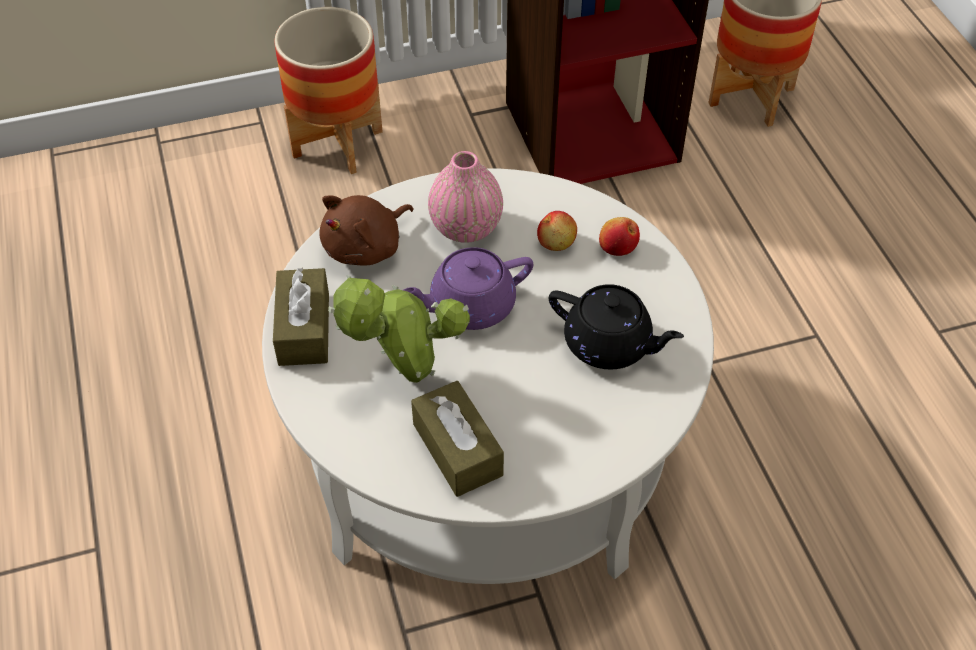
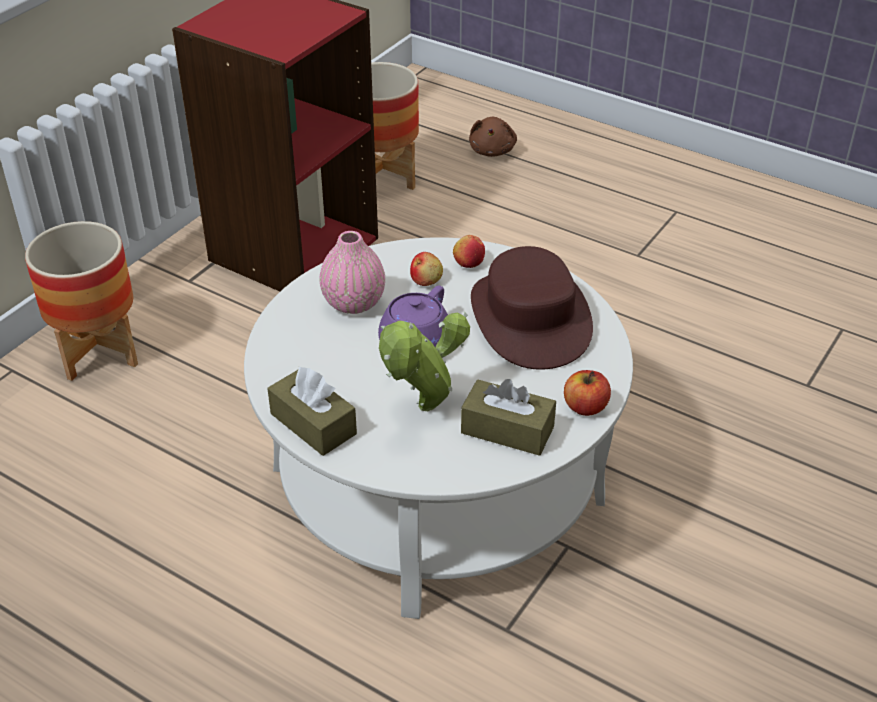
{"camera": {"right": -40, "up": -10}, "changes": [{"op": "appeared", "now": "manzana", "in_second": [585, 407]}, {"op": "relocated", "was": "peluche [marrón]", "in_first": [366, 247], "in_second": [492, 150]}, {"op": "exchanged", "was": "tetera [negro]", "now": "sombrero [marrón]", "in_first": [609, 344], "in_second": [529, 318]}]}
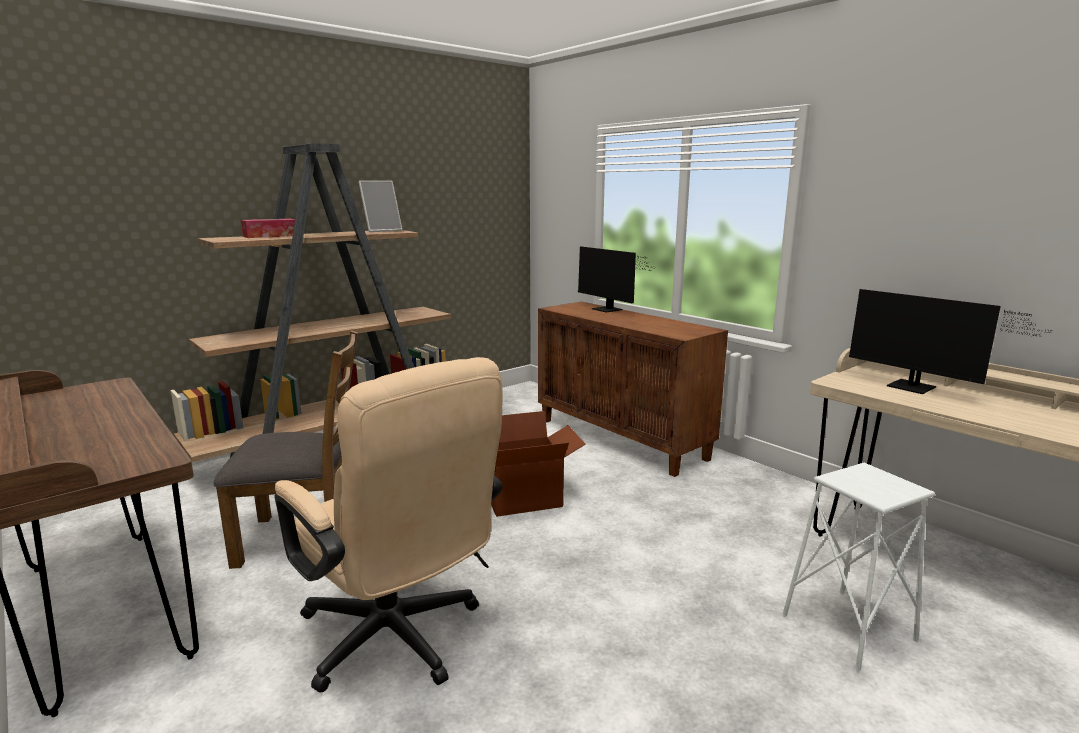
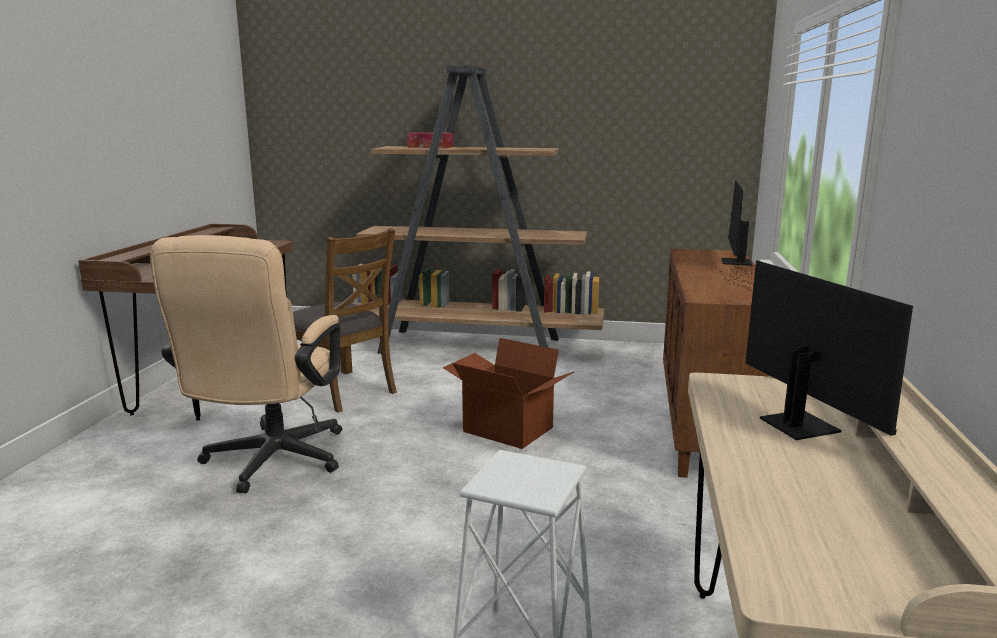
{"camera": {"right": 50, "up": 0}, "changes": [{"op": "missing", "was": "portarretratos", "in_first": [381, 231]}, {"op": "spun", "was": "monitor", "in_first": [917, 388], "in_second": [794, 420], "clockwise": 150}]}
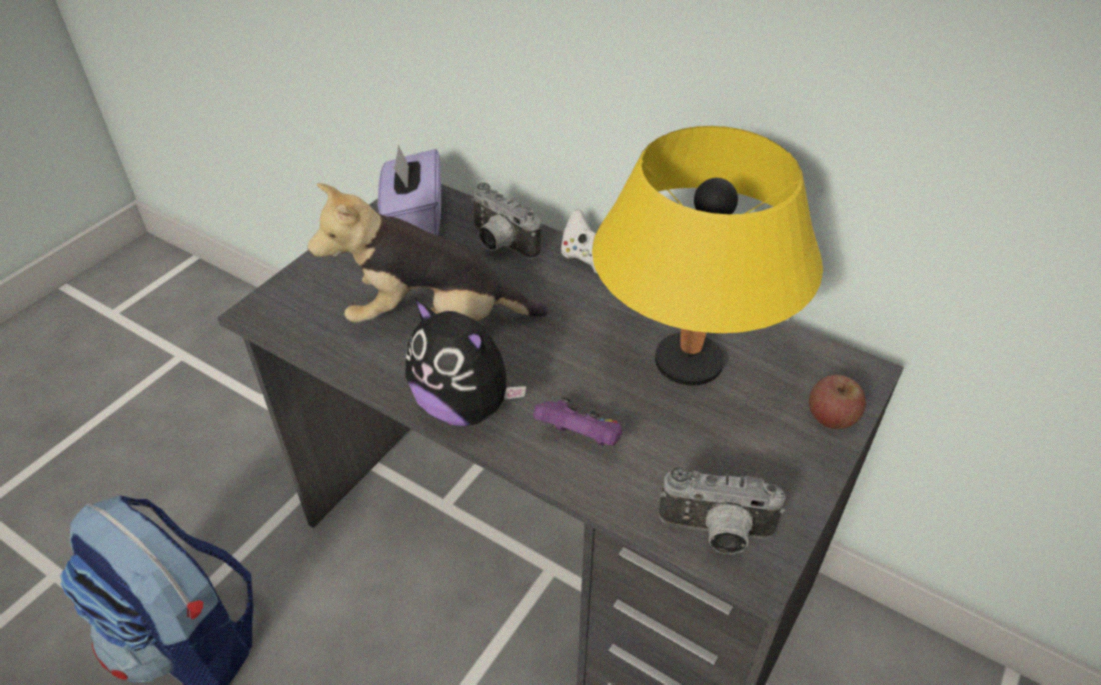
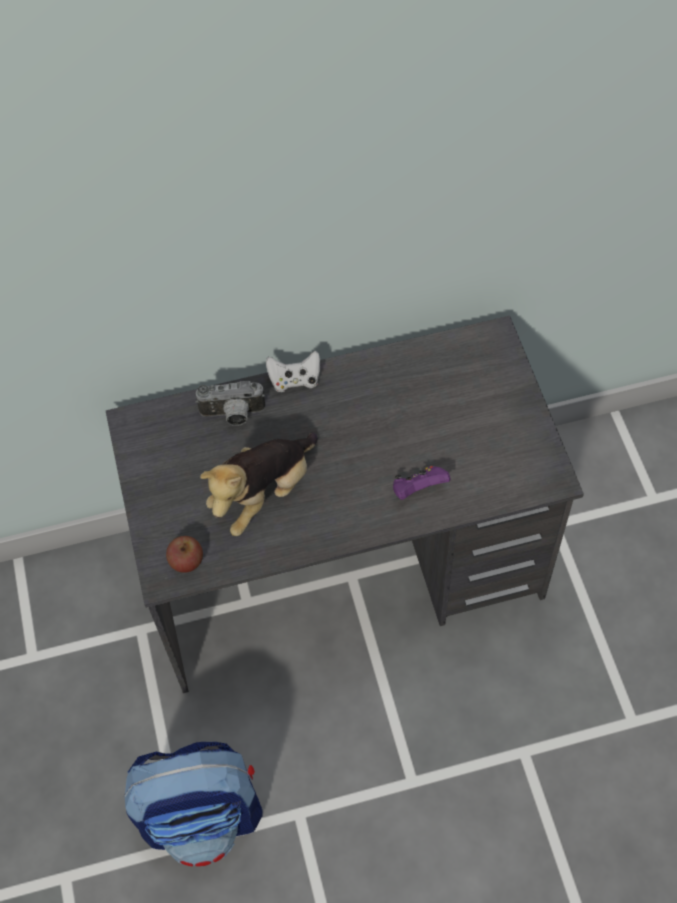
{"camera": {"right": -45, "up": 15}, "changes": [{"op": "missing", "was": "caja de pañuelos [morado]", "in_first": [414, 217]}, {"op": "missing", "was": "peluche", "in_first": [465, 406]}, {"op": "missing", "was": "lámpara de mesa [amarillo]", "in_first": [689, 363]}, {"op": "missing", "was": "cámara", "in_first": [715, 534]}, {"op": "relocated", "was": "manzana", "in_first": [831, 417], "in_second": [186, 561]}]}
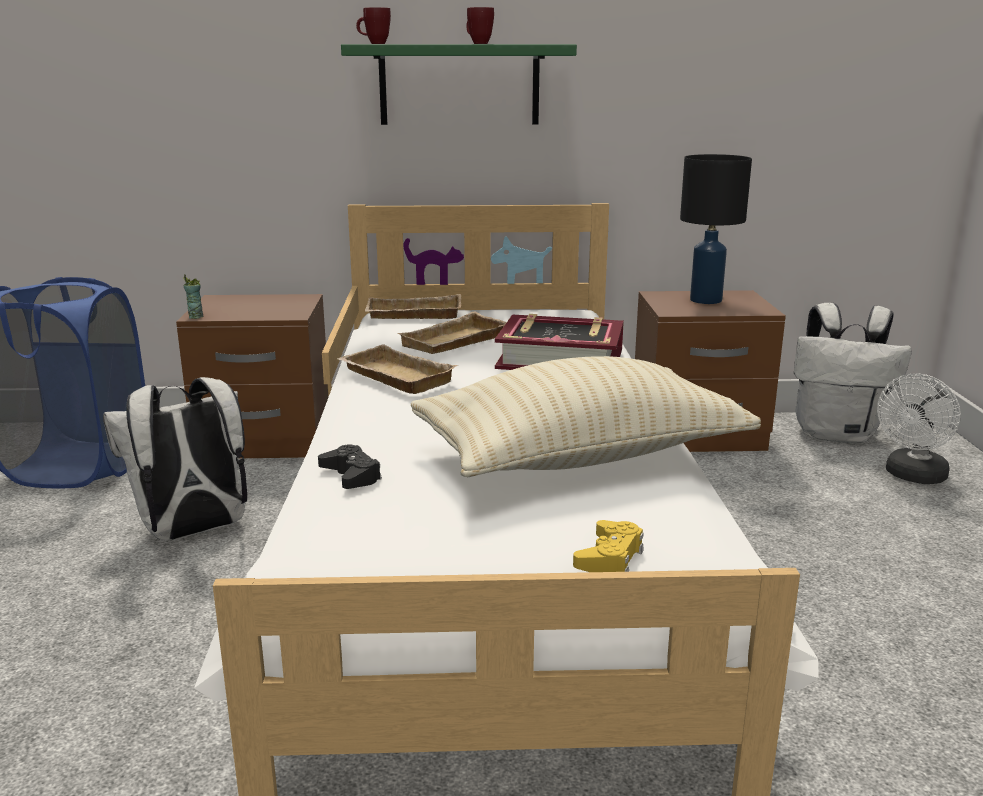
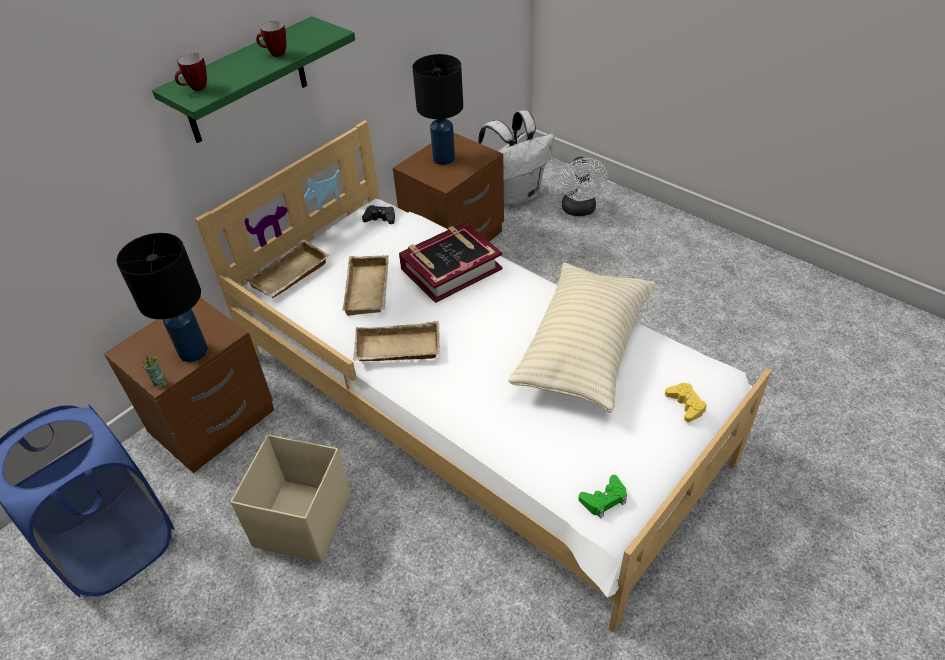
{"camera": {"right": -45, "up": 25}, "changes": [{"op": "appeared", "now": "lámpara de mesa [negro]", "in_second": [194, 351]}, {"op": "appeared", "now": "mando de consola [verde]", "in_second": [604, 499]}, {"op": "relocated", "was": "mando de consola [negro]", "in_first": [351, 475], "in_second": [380, 218]}, {"op": "exchanged", "was": "mochila [blanco]", "now": "caja de almacenaje [beis]", "in_first": [193, 532], "in_second": [301, 522]}]}
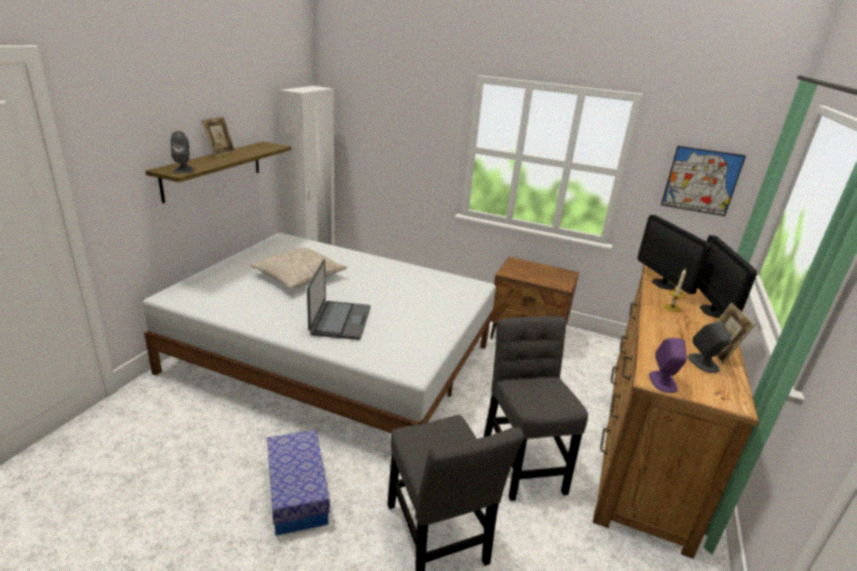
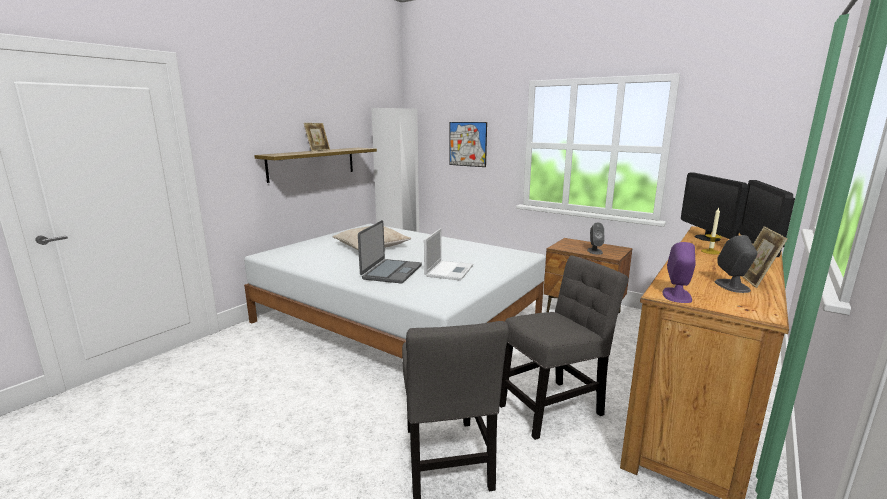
{"camera": {"right": 15, "up": -10}, "changes": [{"op": "missing", "was": "caja de almacenaje", "in_first": [297, 492]}, {"op": "appeared", "now": "portátil", "in_second": [449, 270]}, {"op": "relocated", "was": "altavoz [gris]", "in_first": [183, 170], "in_second": [594, 251]}, {"op": "relocated", "was": "cuadro", "in_first": [701, 181], "in_second": [467, 144]}, {"op": "spun", "was": "silla [gris]", "in_first": [522, 460], "in_second": [554, 407], "clockwise": 60}]}
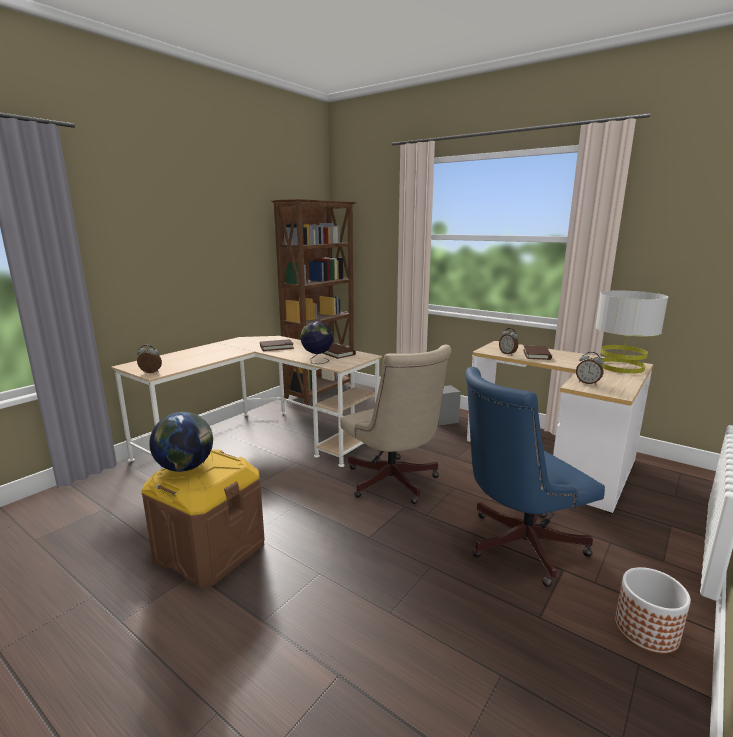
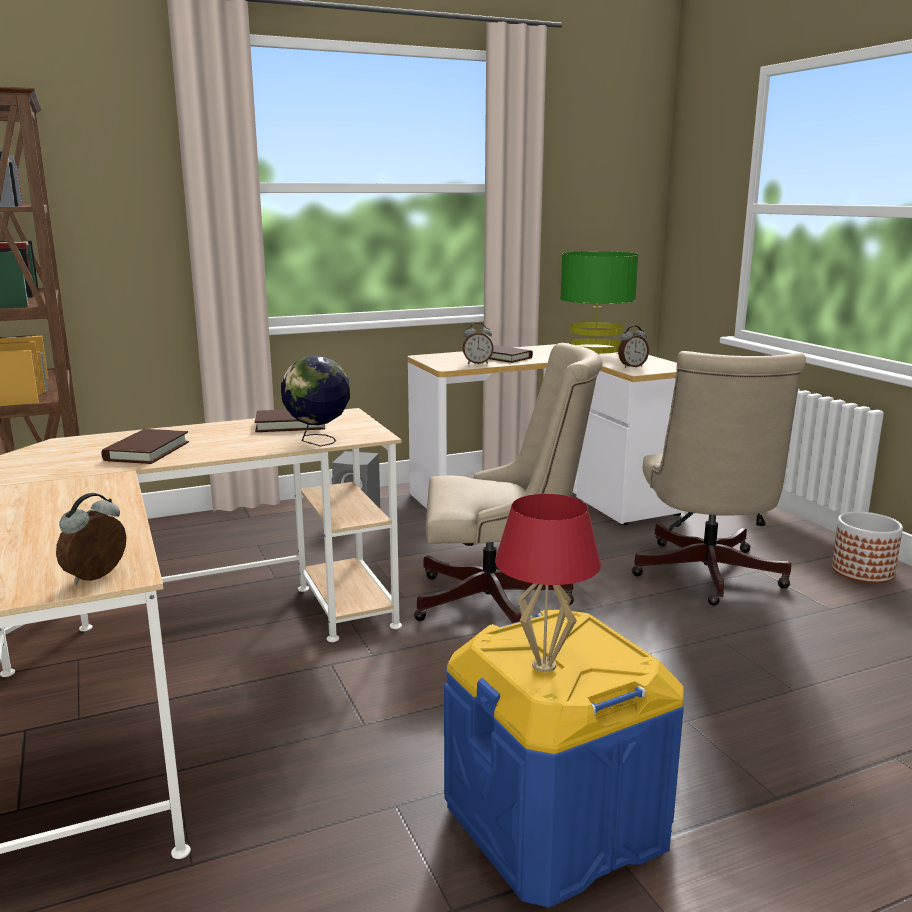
{"camera": {"right": -60, "up": 0}, "changes": [{"op": "exchanged", "was": "globo terráqueo", "now": "lámpara de mesa [rojo]", "in_first": [185, 467], "in_second": [544, 666]}, {"op": "colour", "was": "caja de almacenaje [marrón]", "now": "caja de almacenaje [azul]", "in_first": [210, 550], "in_second": [556, 823]}, {"op": "colour", "was": "silla de oficina [azul]", "now": "silla de oficina [beis]", "in_first": [517, 545], "in_second": [706, 577]}, {"op": "colour", "was": "lámpara de mesa [gris]", "now": "lámpara de mesa [verde]", "in_first": [621, 367], "in_second": [595, 348]}]}
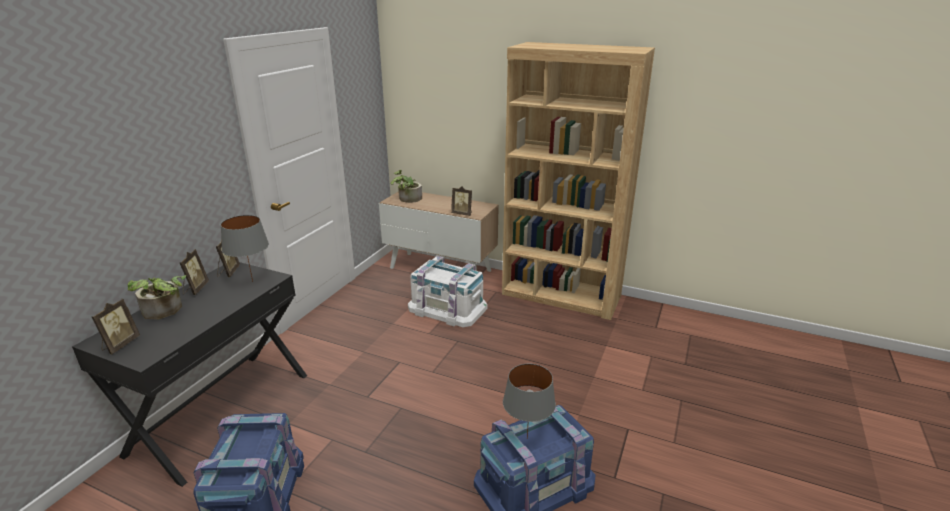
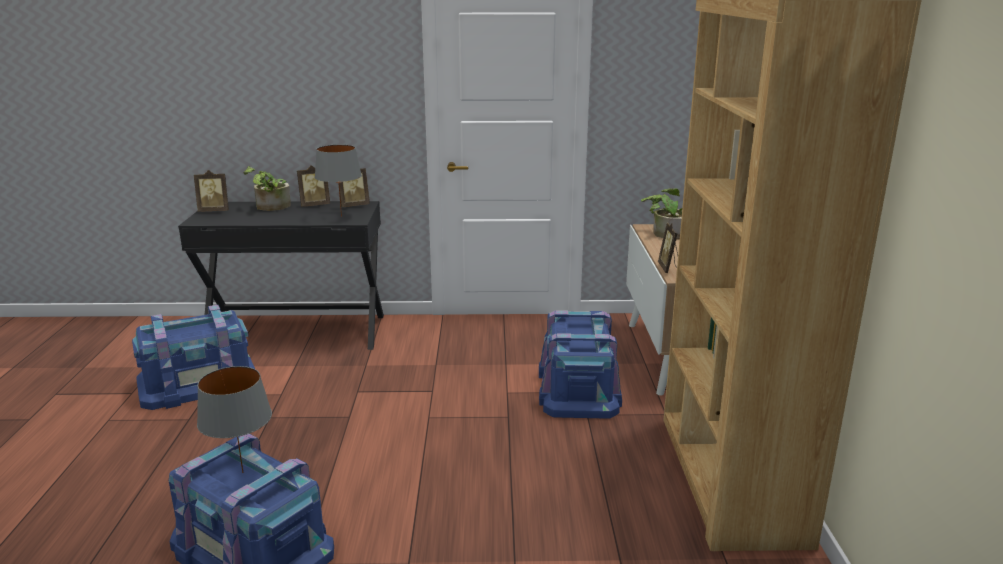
{"camera": {"right": 65, "up": -5}, "changes": [{"op": "colour", "was": "caja de almacenaje [blanco]", "now": "caja de almacenaje [azul]", "in_first": [447, 308], "in_second": [579, 388]}]}
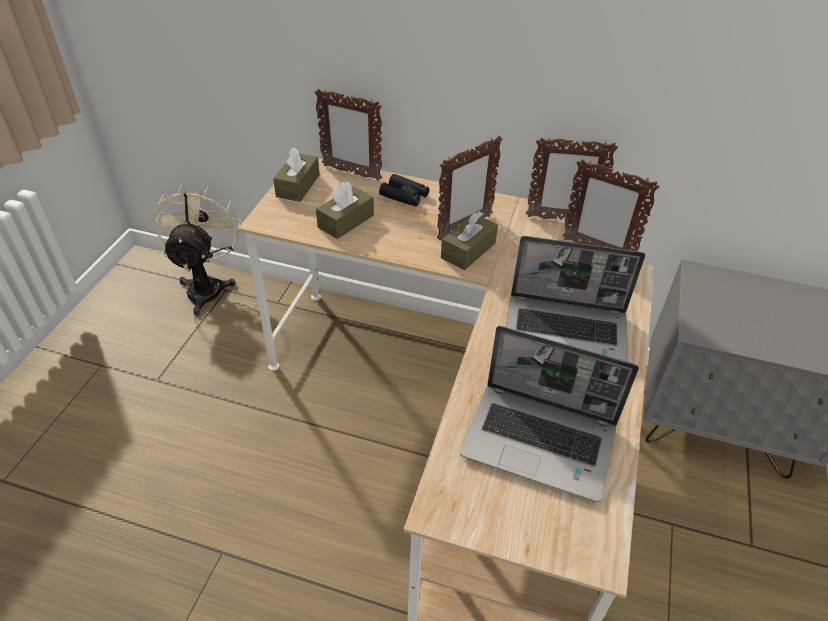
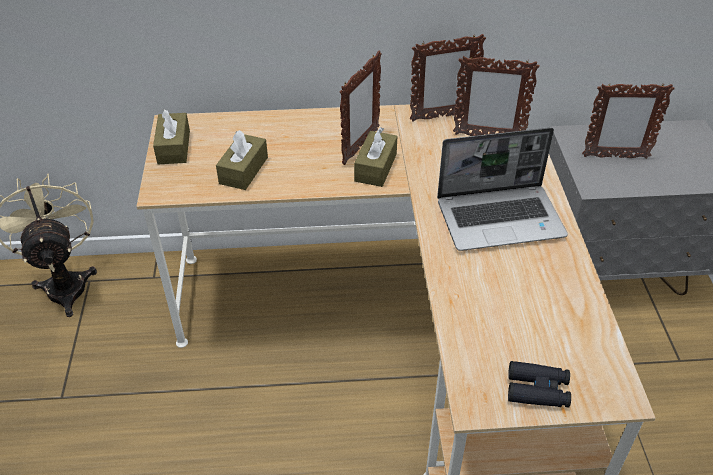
{"camera": {"right": -20, "up": 0}, "changes": [{"op": "missing", "was": "portátil", "in_first": [541, 441]}, {"op": "relocated", "was": "portarretratos", "in_first": [351, 172], "in_second": [614, 157]}, {"op": "relocated", "was": "prismáticos [negro]", "in_first": [404, 195], "in_second": [537, 390]}]}
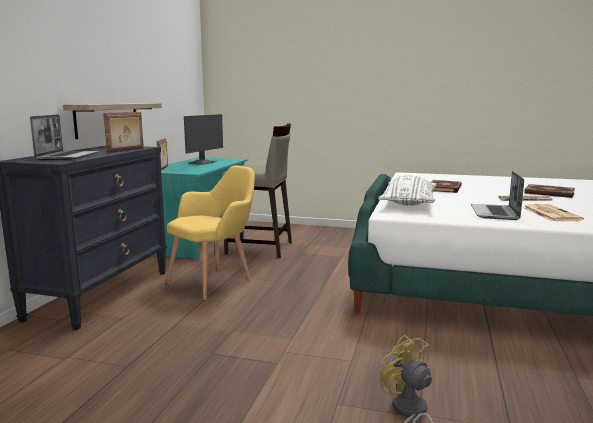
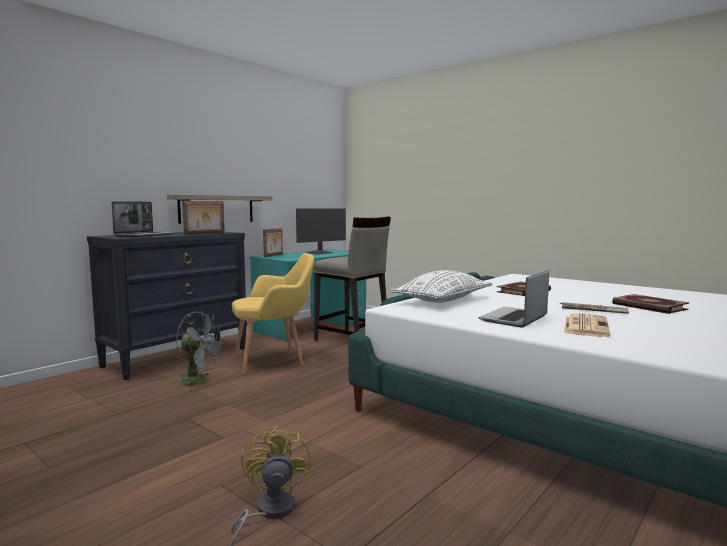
{"camera": {"right": 25, "up": -5}, "changes": [{"op": "appeared", "now": "ventilador [gris]", "in_second": [199, 381]}]}
